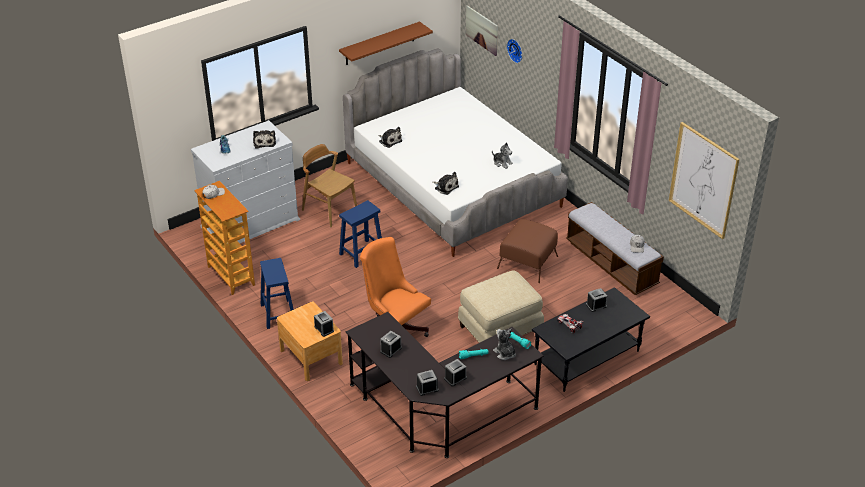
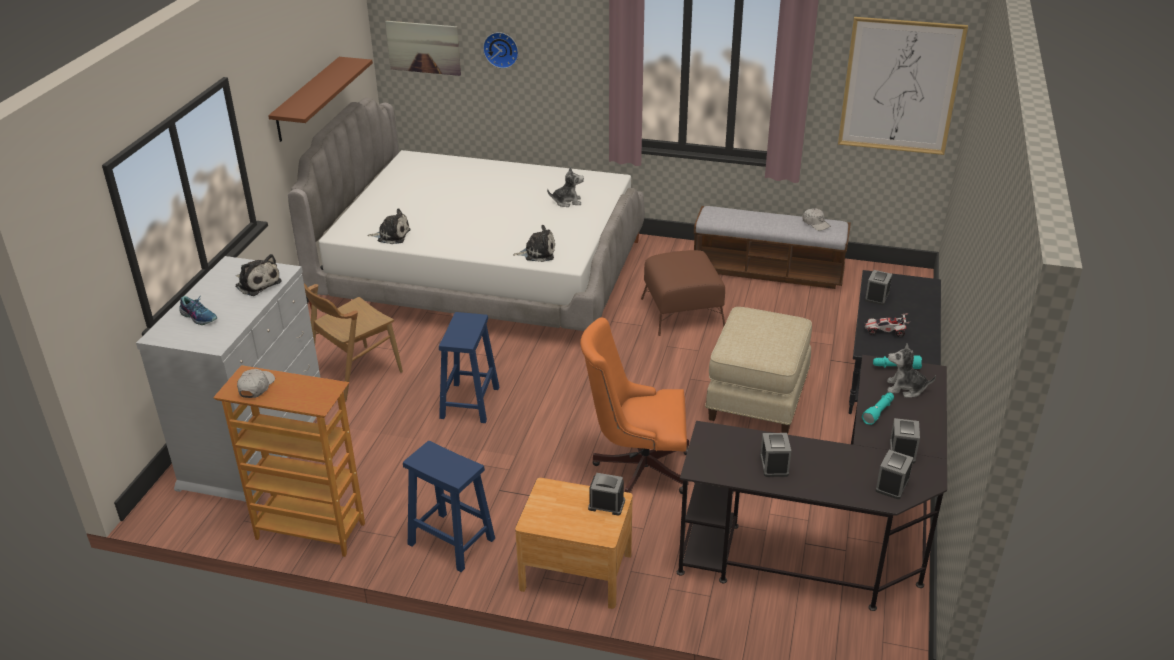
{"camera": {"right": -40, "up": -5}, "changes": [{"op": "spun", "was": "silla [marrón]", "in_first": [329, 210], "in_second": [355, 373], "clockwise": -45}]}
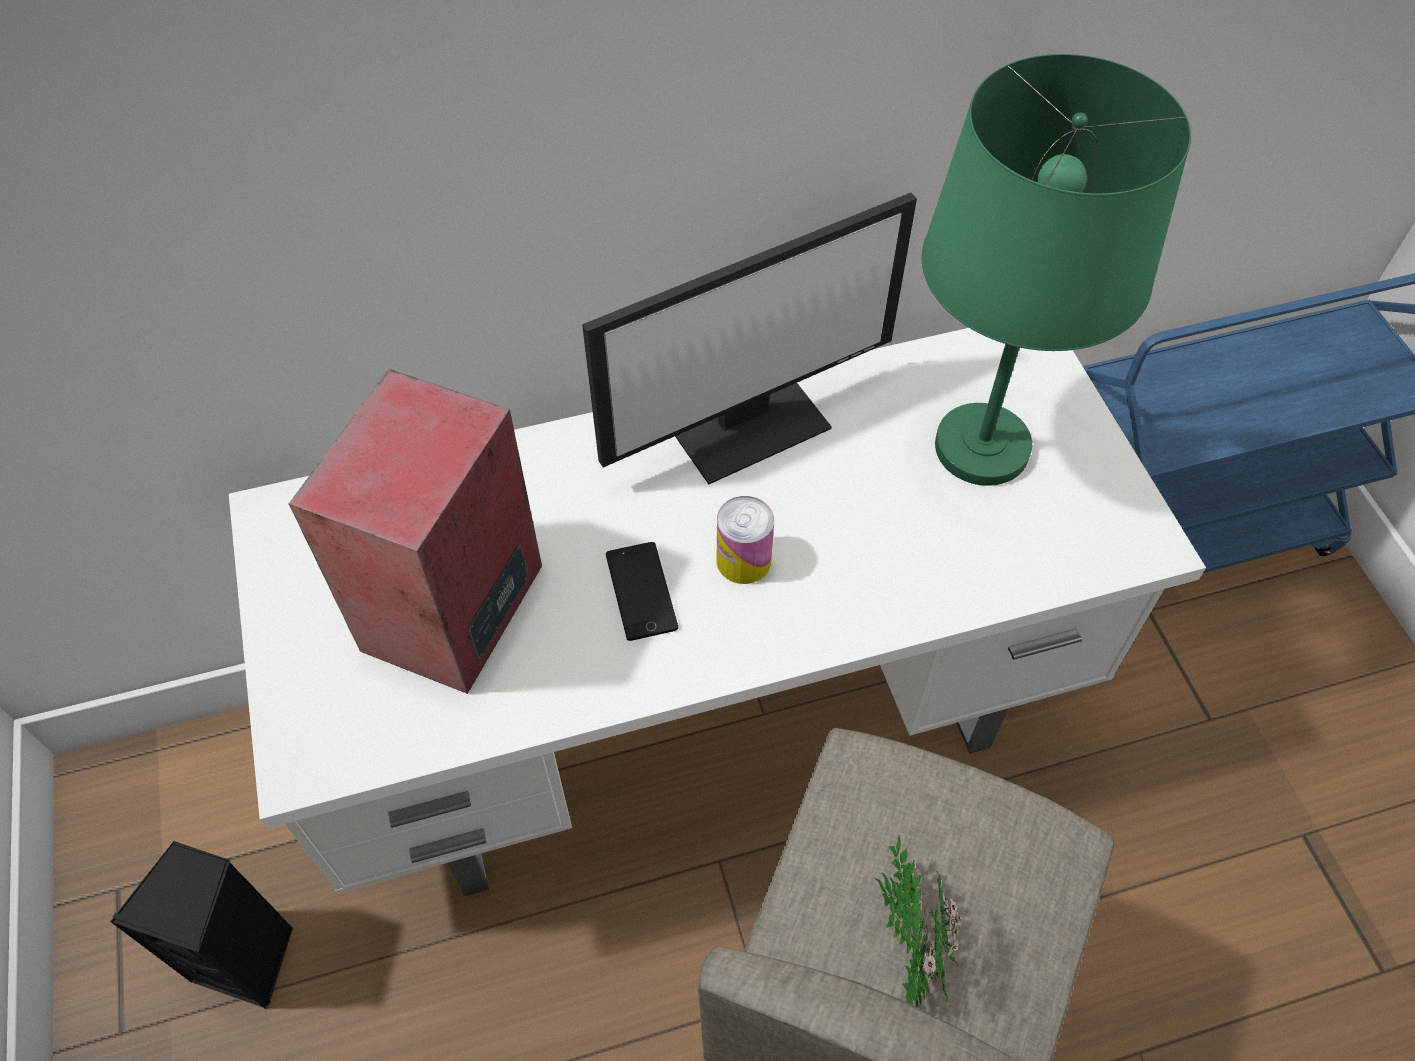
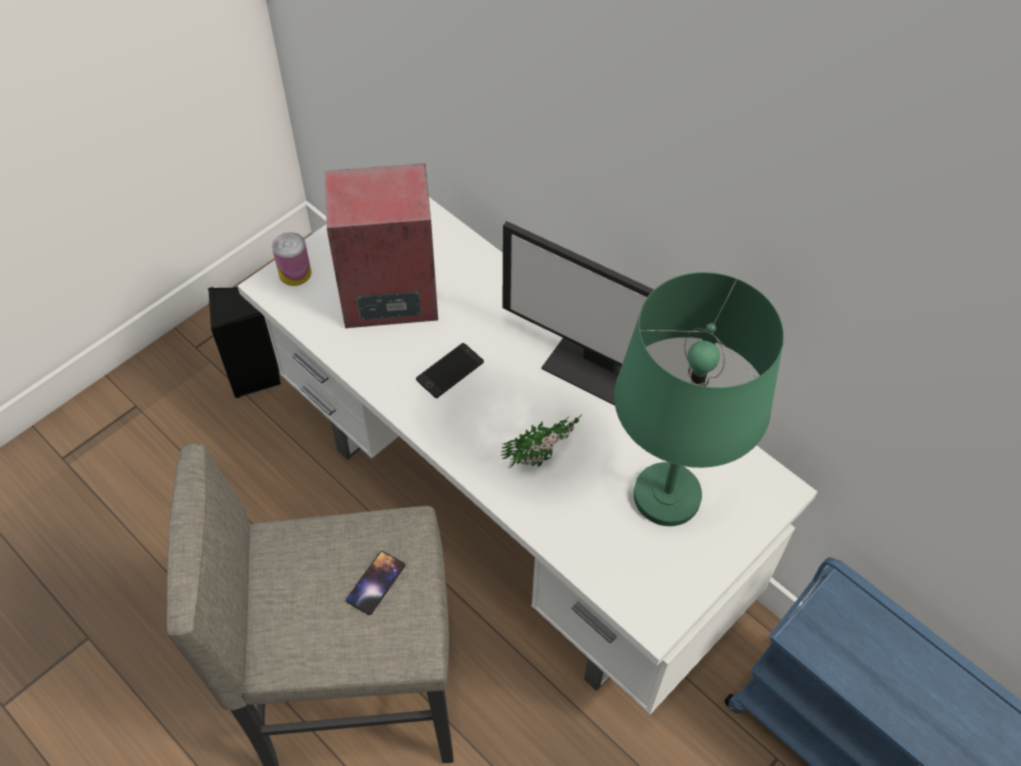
{"camera": {"right": 60, "up": 0}, "changes": [{"op": "appeared", "now": "móvil", "in_second": [375, 583]}, {"op": "relocated", "was": "lata", "in_first": [743, 560], "in_second": [295, 273]}, {"op": "relocated", "was": "planta en maceta", "in_first": [907, 941], "in_second": [543, 458]}]}
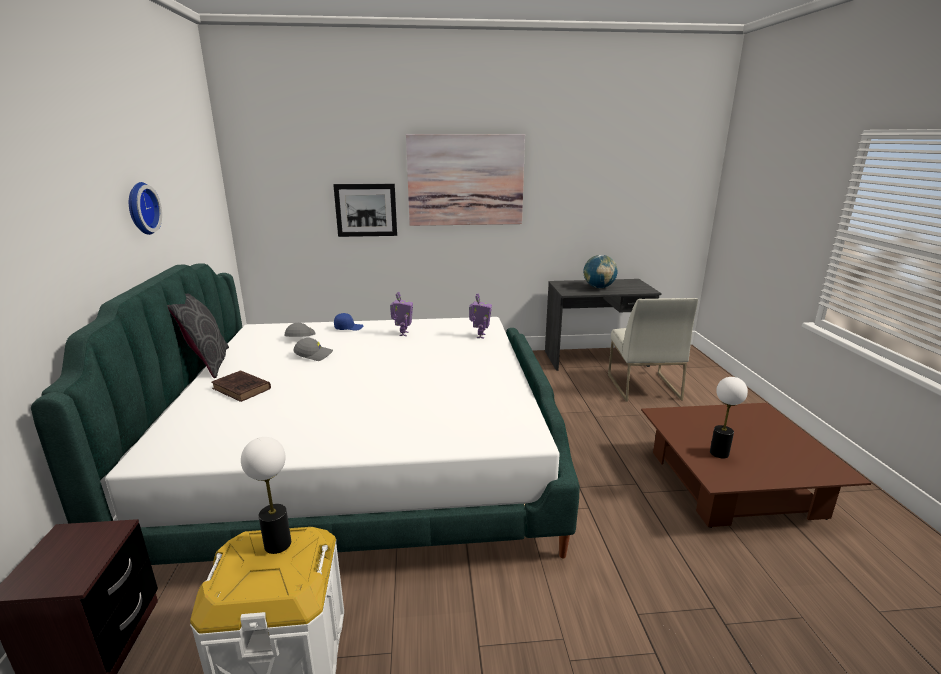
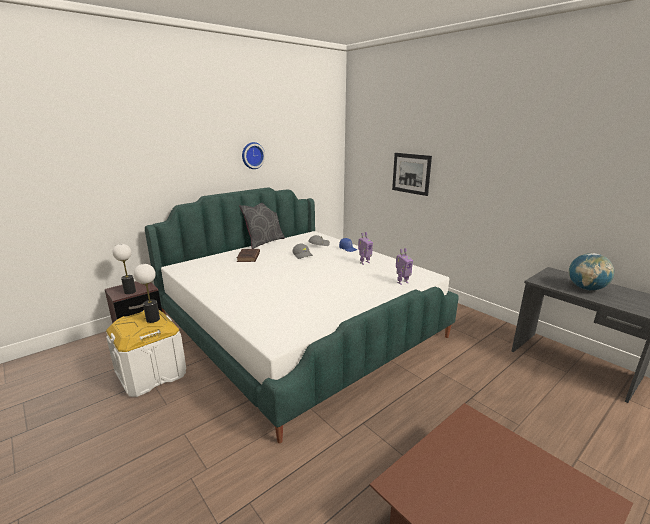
{"camera": {"right": 55, "up": 0}, "changes": [{"op": "missing", "was": "cuadro", "in_first": [465, 180]}, {"op": "missing", "was": "silla [blanco]", "in_first": [642, 386]}, {"op": "relocated", "was": "lámpara de mesa", "in_first": [719, 453], "in_second": [130, 292]}]}
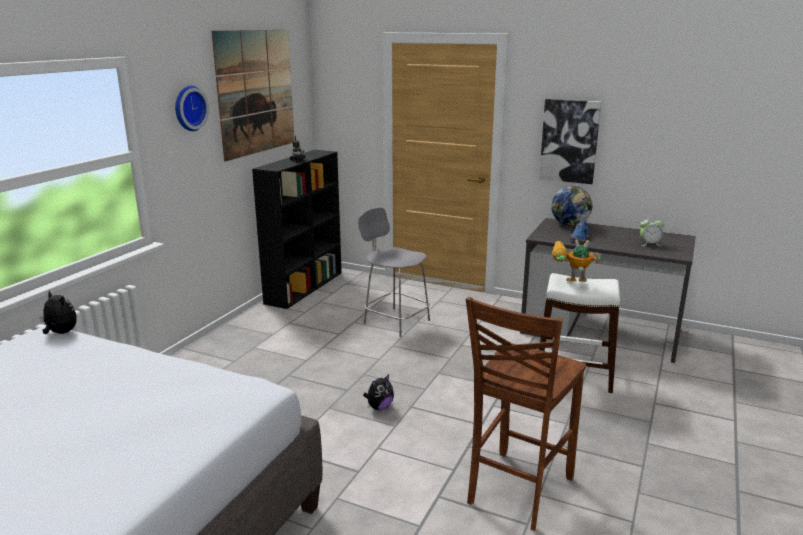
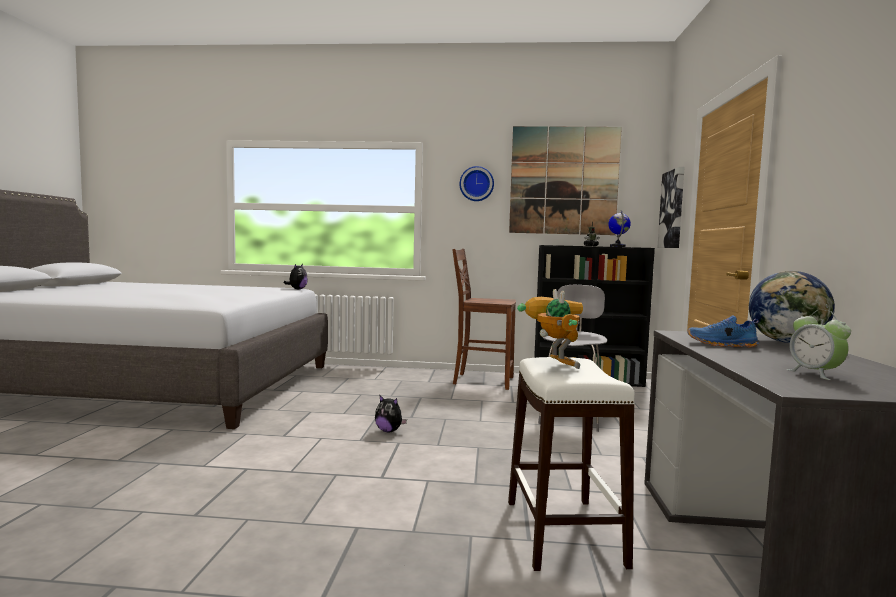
{"camera": {"right": 70, "up": -15}, "changes": [{"op": "appeared", "now": "globo terráqueo", "in_second": [617, 246]}, {"op": "relocated", "was": "silla [marrón]", "in_first": [517, 491], "in_second": [482, 381]}, {"op": "relocated", "was": "cuadro", "in_first": [569, 141], "in_second": [672, 209]}]}
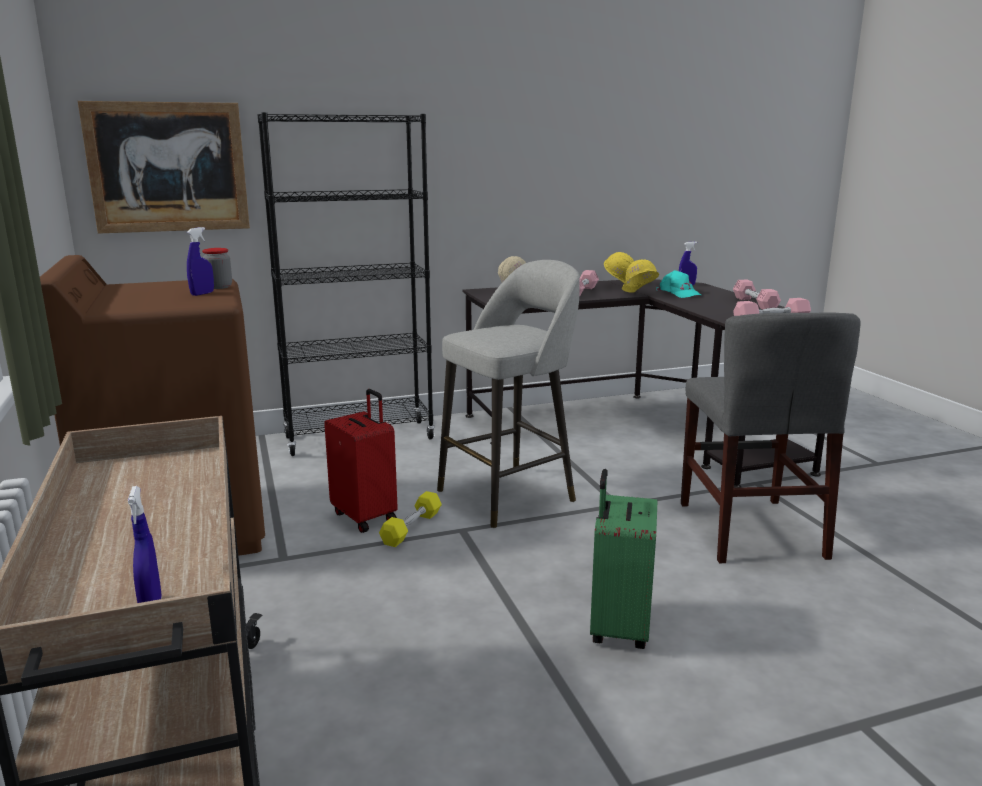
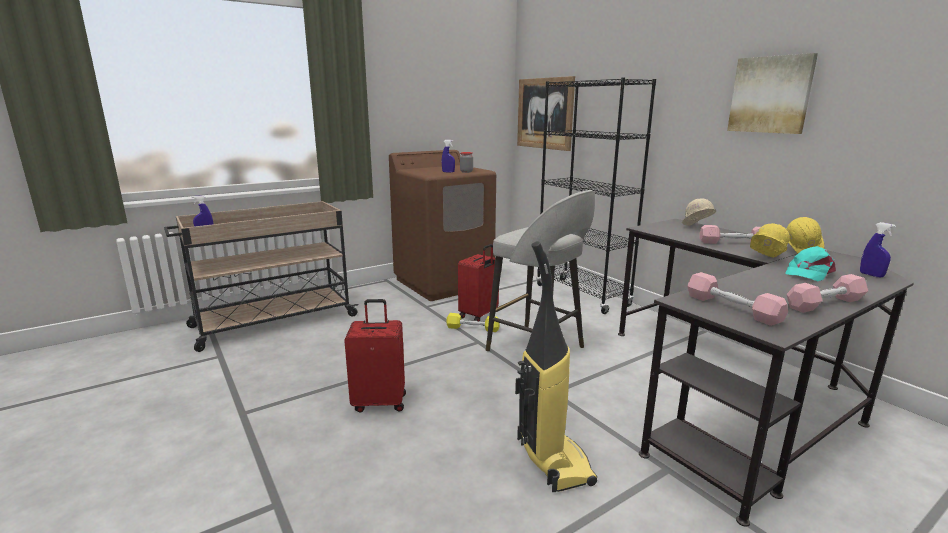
{"camera": {"right": 75, "up": 0}, "changes": [{"op": "appeared", "now": "cuadro", "in_second": [770, 95]}, {"op": "exchanged", "was": "silla [gris]", "now": "aspiradora", "in_first": [750, 529], "in_second": [552, 461]}, {"op": "colour", "was": "maleta [verde]", "now": "maleta [rojo]", "in_first": [617, 628], "in_second": [380, 402]}]}
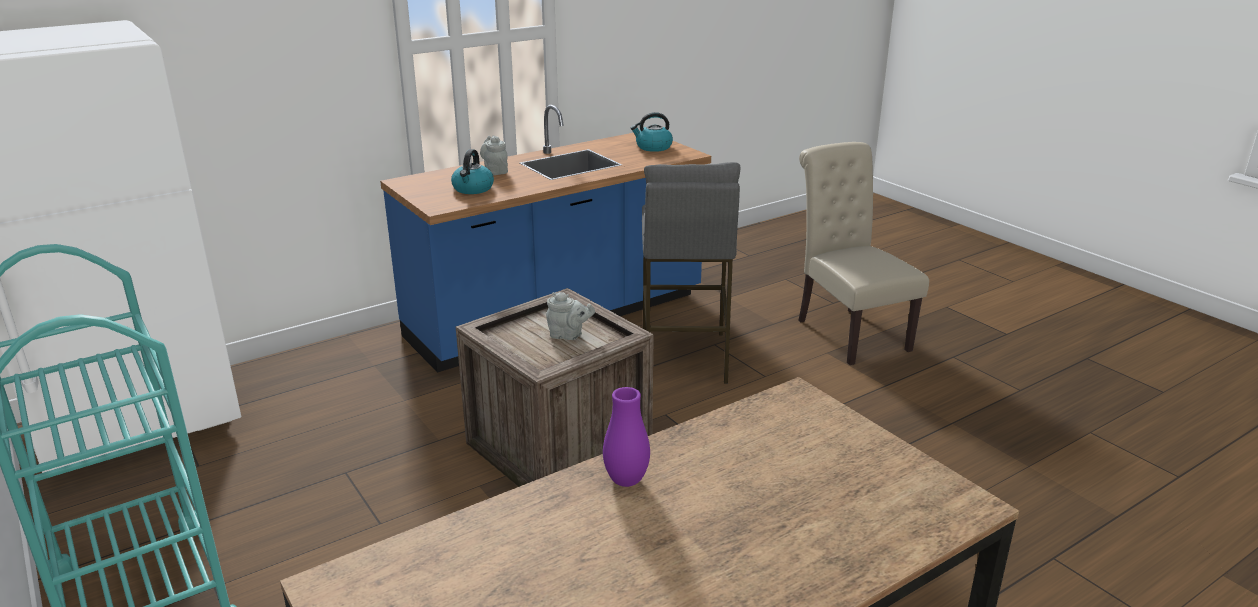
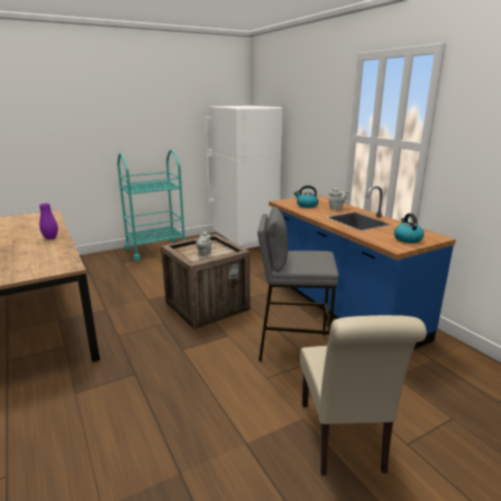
{"camera": {"right": 95, "up": -5}, "changes": [{"op": "spun", "was": "silla [beis]", "in_first": [847, 332], "in_second": [343, 440], "clockwise": 105}]}
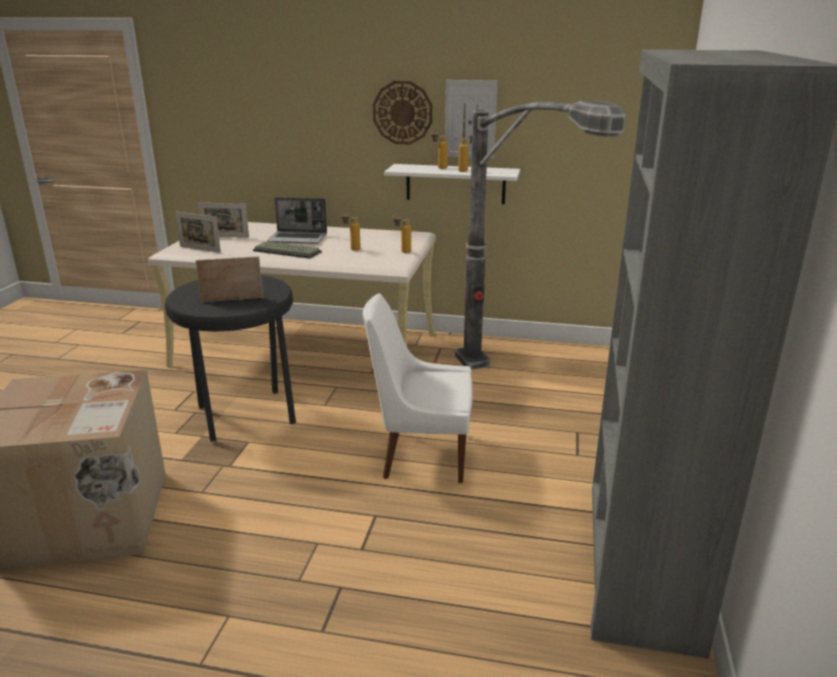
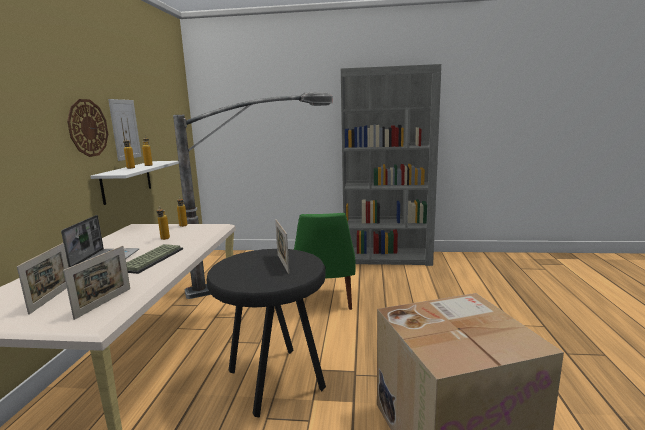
{"camera": {"right": -95, "up": -10}, "changes": [{"op": "colour", "was": "silla [blanco]", "now": "silla [verde]", "in_first": [421, 455], "in_second": [324, 301]}]}
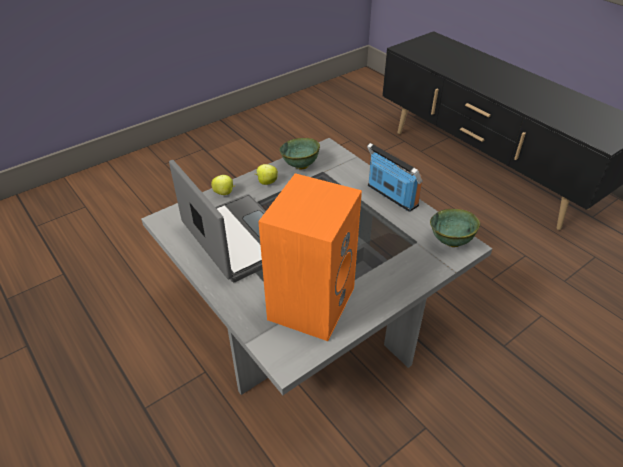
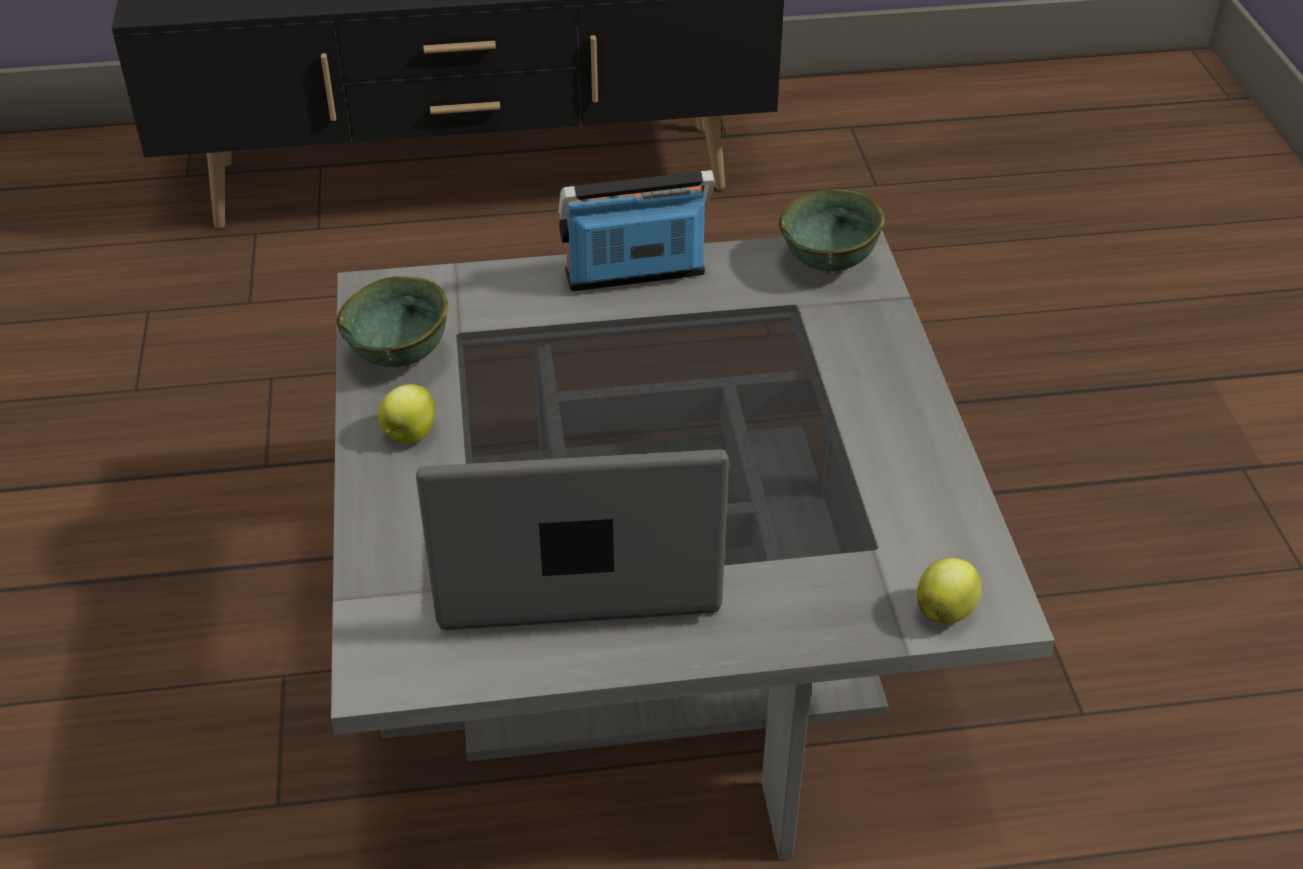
{"camera": {"right": -60, "up": 0}, "changes": [{"op": "missing", "was": "altavoz [naranja]", "in_first": [310, 301]}, {"op": "relocated", "was": "manzana", "in_first": [224, 193], "in_second": [945, 610]}]}
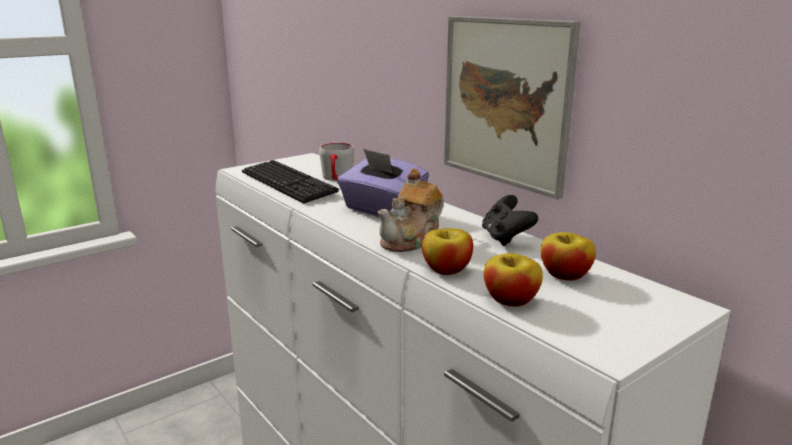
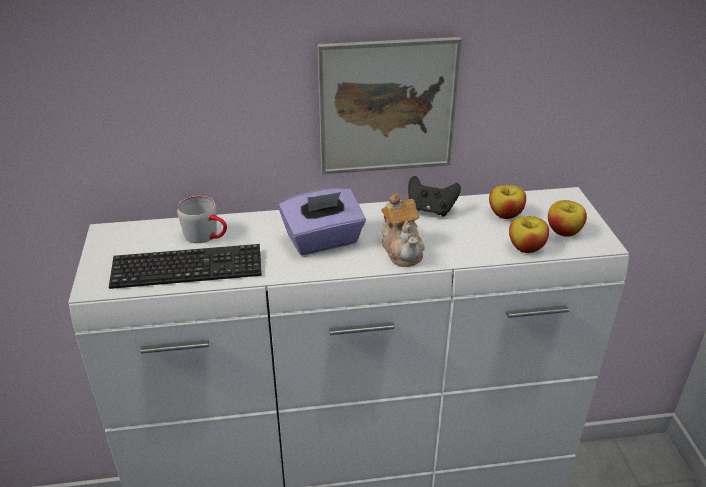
{"camera": {"right": -60, "up": 15}, "changes": [{"op": "relocated", "was": "manzana", "in_first": [446, 270], "in_second": [563, 231]}]}
